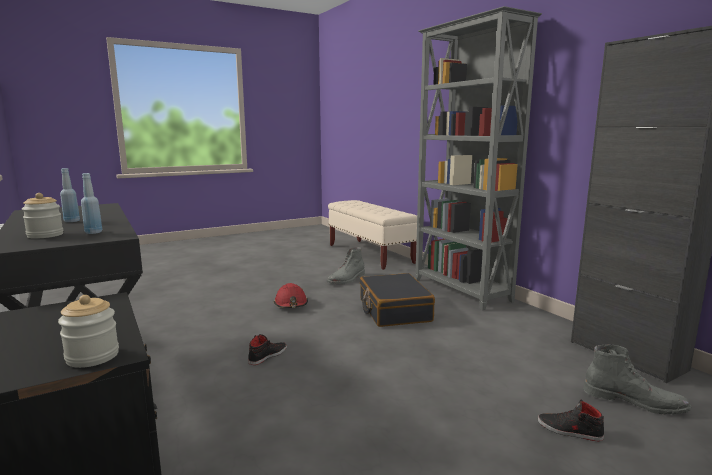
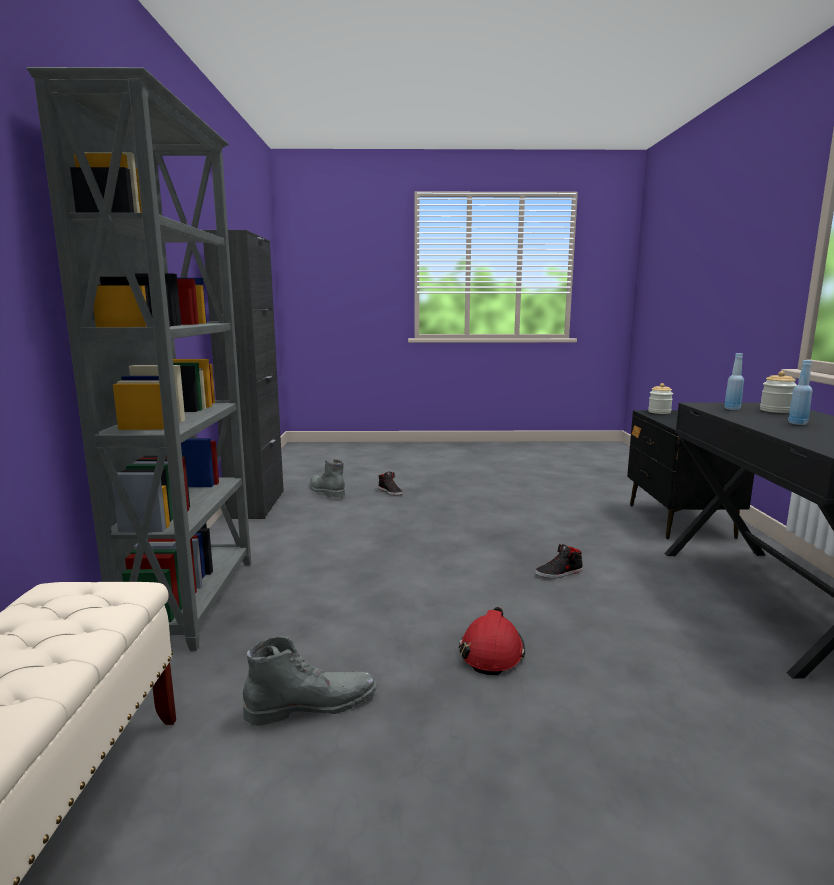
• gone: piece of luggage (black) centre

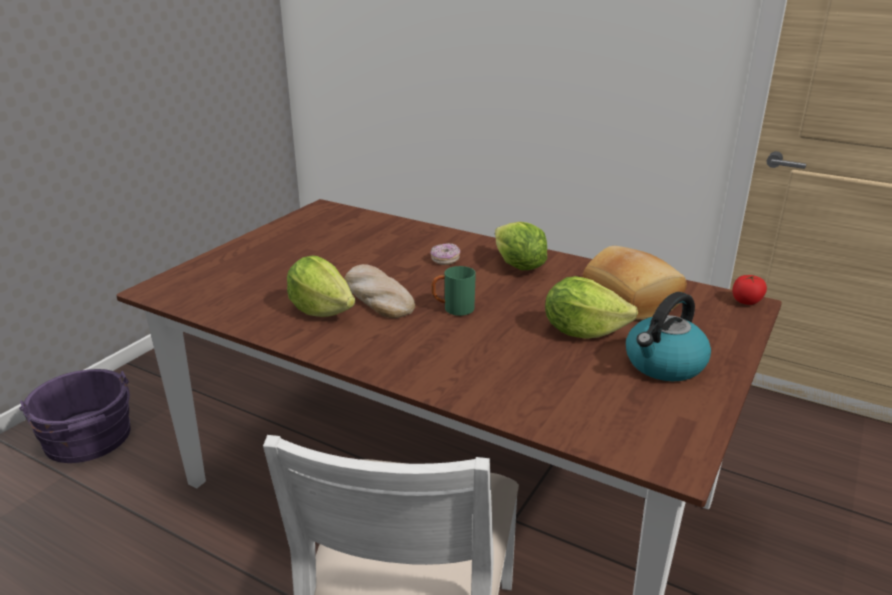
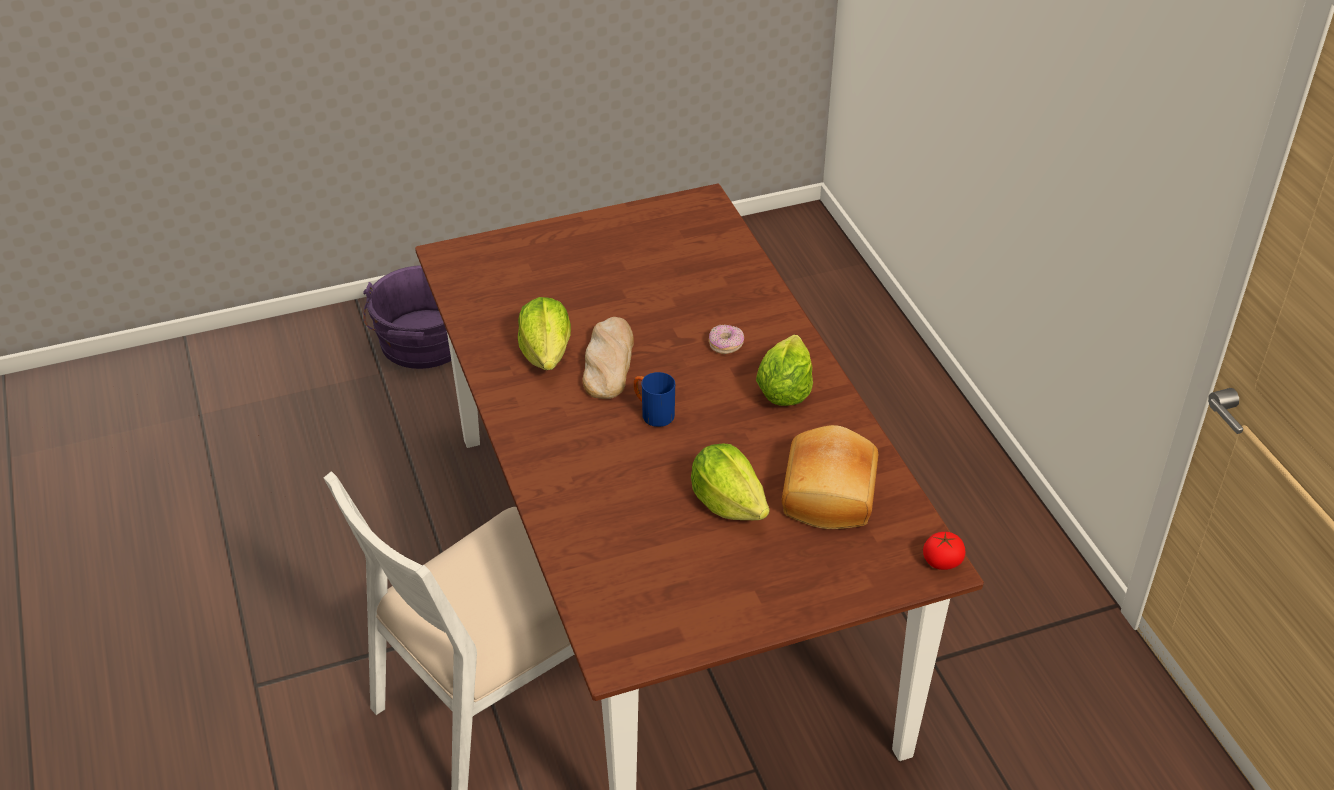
• repainted: coffee mug (green-coloured) centre to coffee mug (blue) centre
• gone: tea kettle middle right

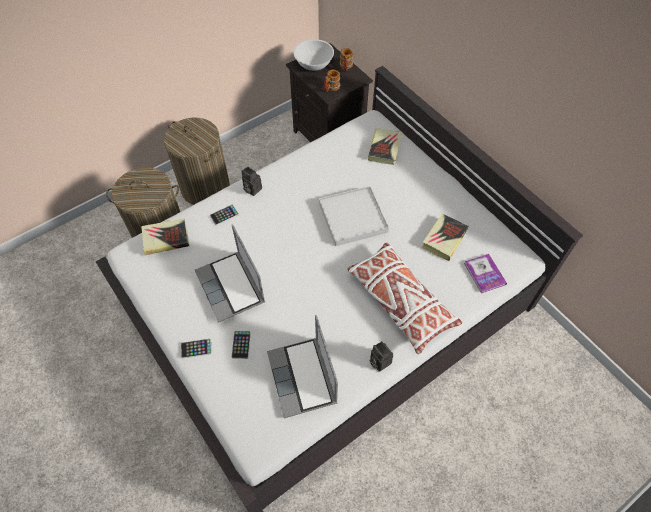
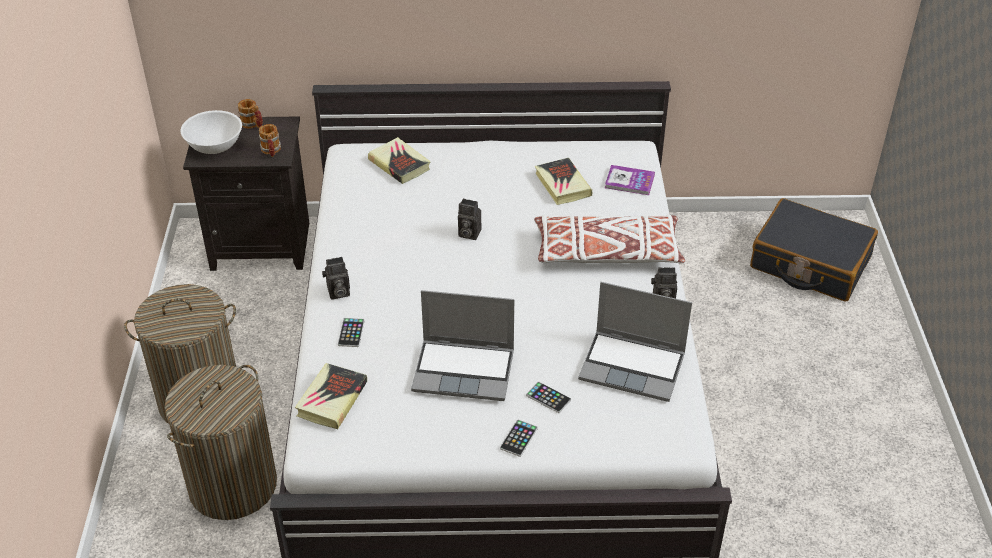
• swapped: carrying tray (white) centre to still camera (no. 2 from left) centre
• new: piece of luggage (black) middle right

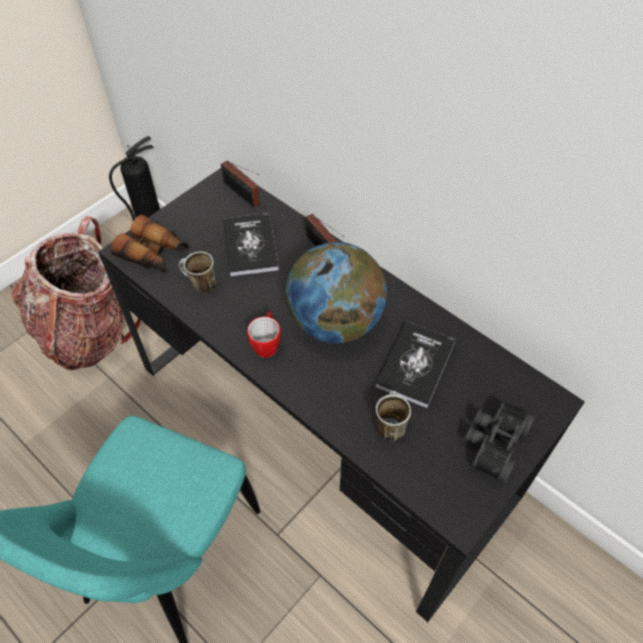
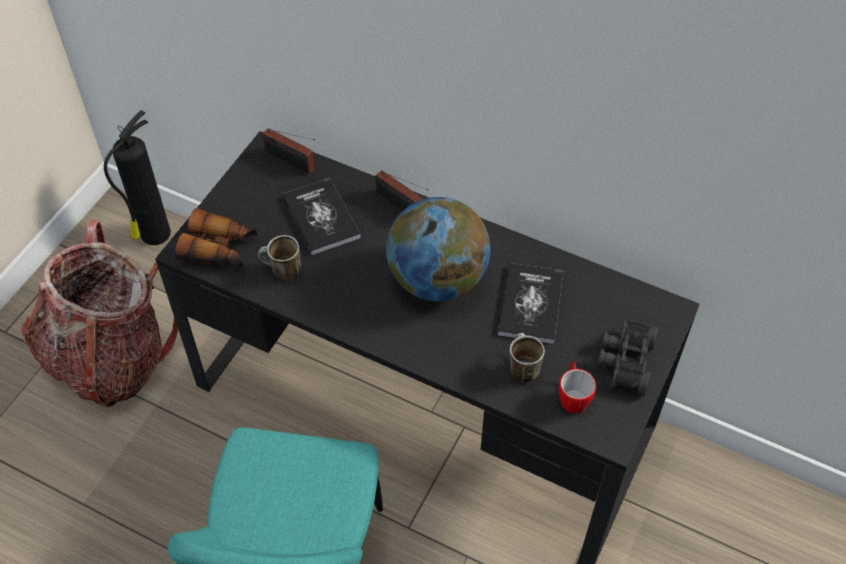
• shifted: coffee mug (no. 2 from left in the first image) centre to coffee mug (no. 3 from left) bottom right

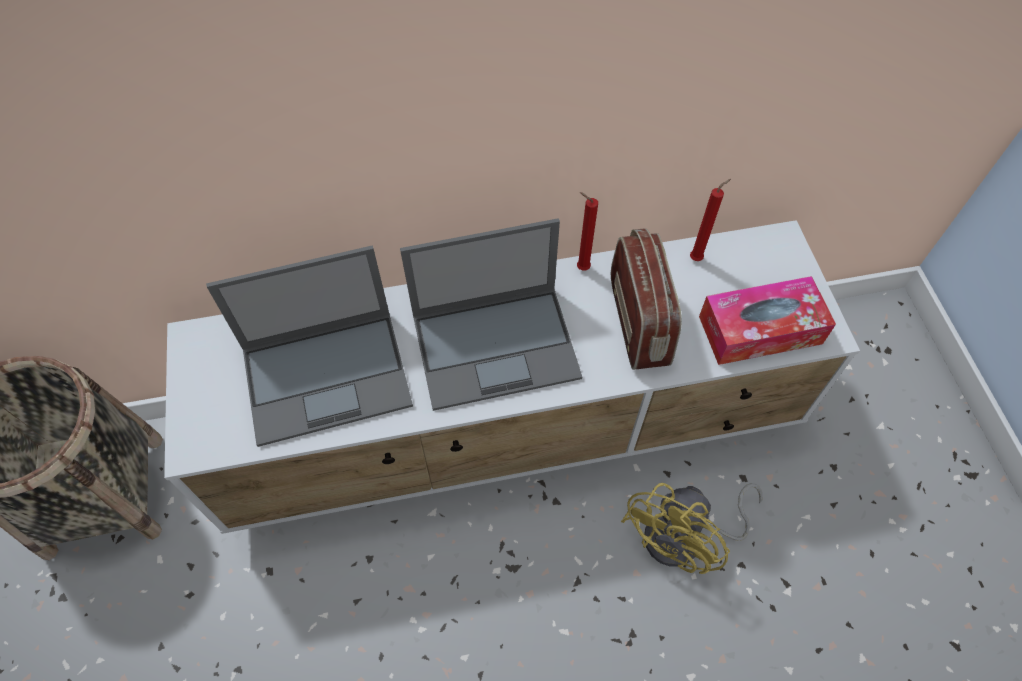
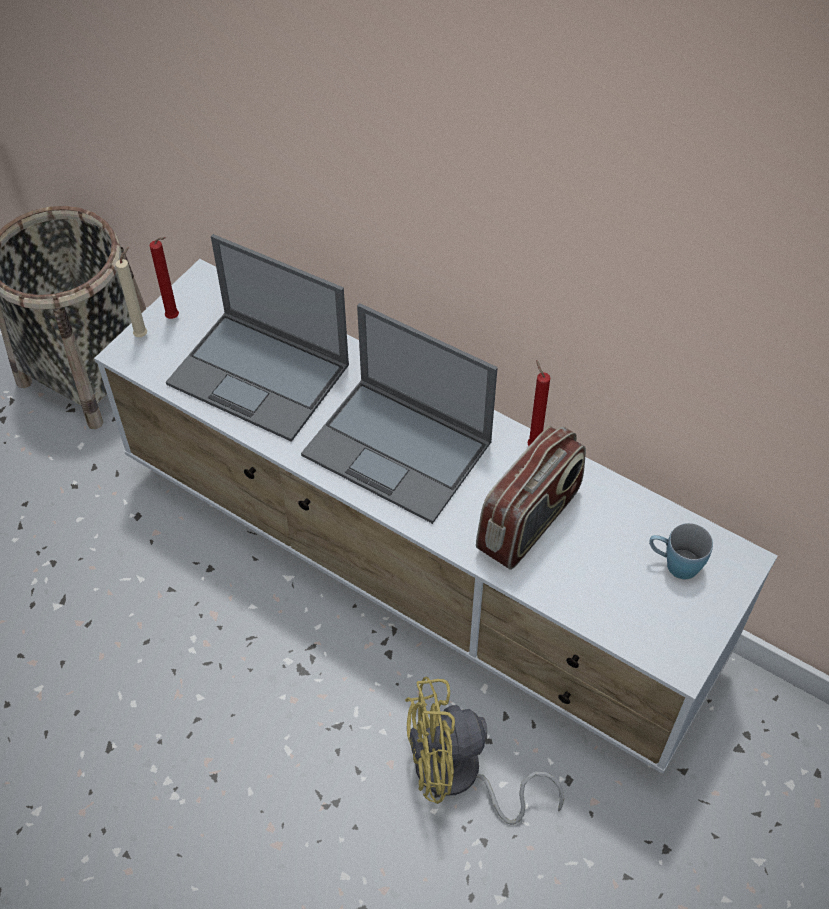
• shifted: wax light (reddish) (no. 2 from left in the first image) top right to wax light (reddish) (no. 1 from left) top left
• gone: tissue holder middle right
• new: wax light (beige-coloured) top left
• new: coffee mug (blue) middle right

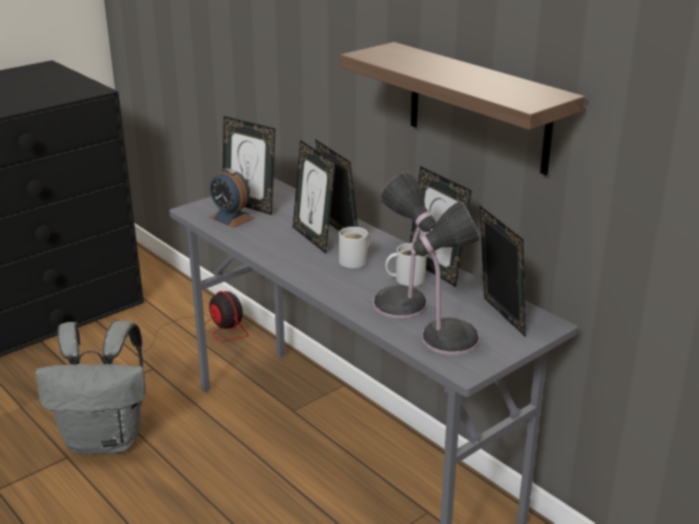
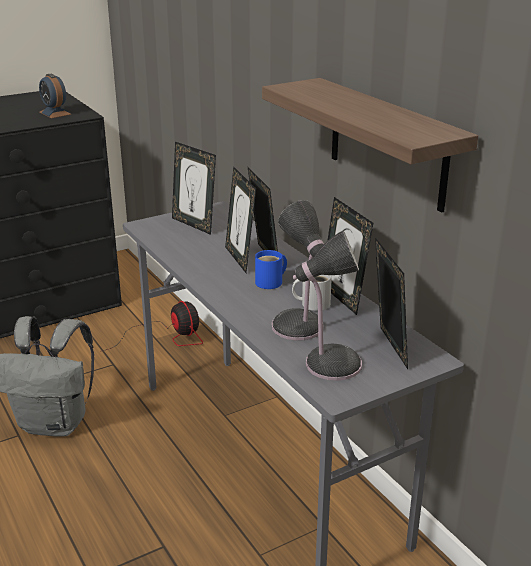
• shifted: bedside clock middle left to top left
• repainted: coffee mug (white) (no. 1 from left) centre to coffee mug (blue) centre

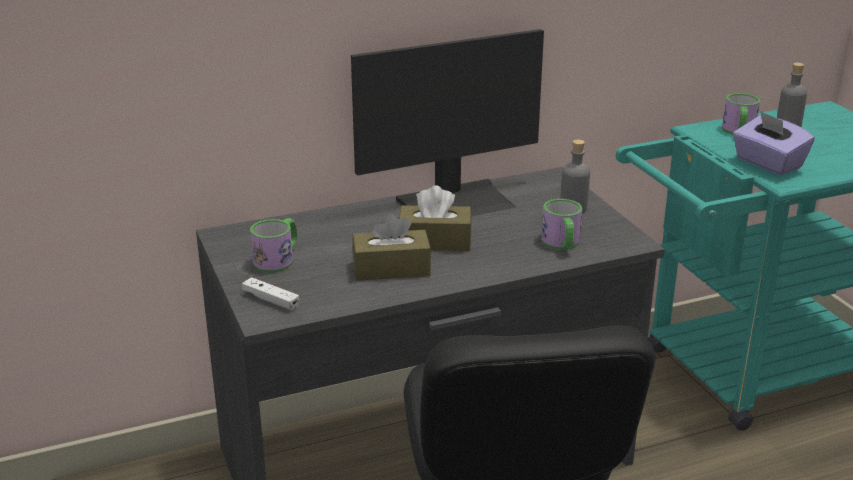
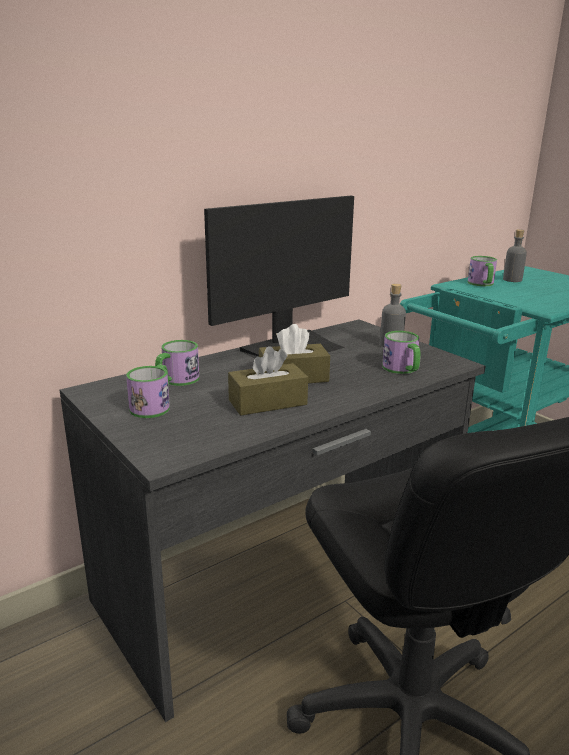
• gone: game controller (white) middle left
• gone: tissue holder (purple) top right
• new: coffee mug (no. 2 from left) middle left

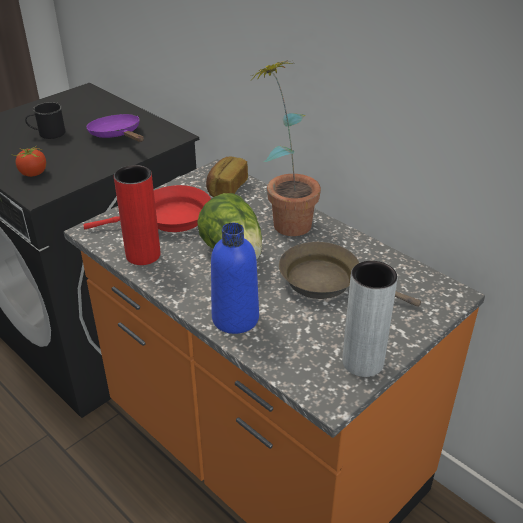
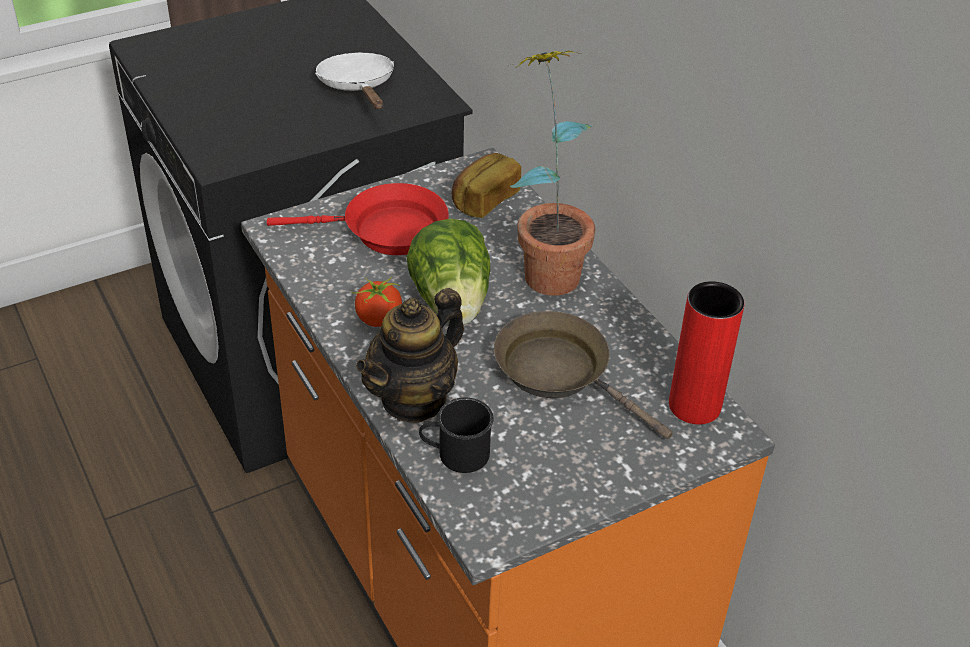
• shifted: whole tomato top left to centre
• shifted: coffee mug (black) top left to bottom centre
• repainted: skillet (purple) top left to skillet (white) top centre
• shifted: decorative vase (reddish) middle left to middle right
• swapped: drink bottle (blue) centre to tea pot centre
• gone: decorative vase (grey) middle right

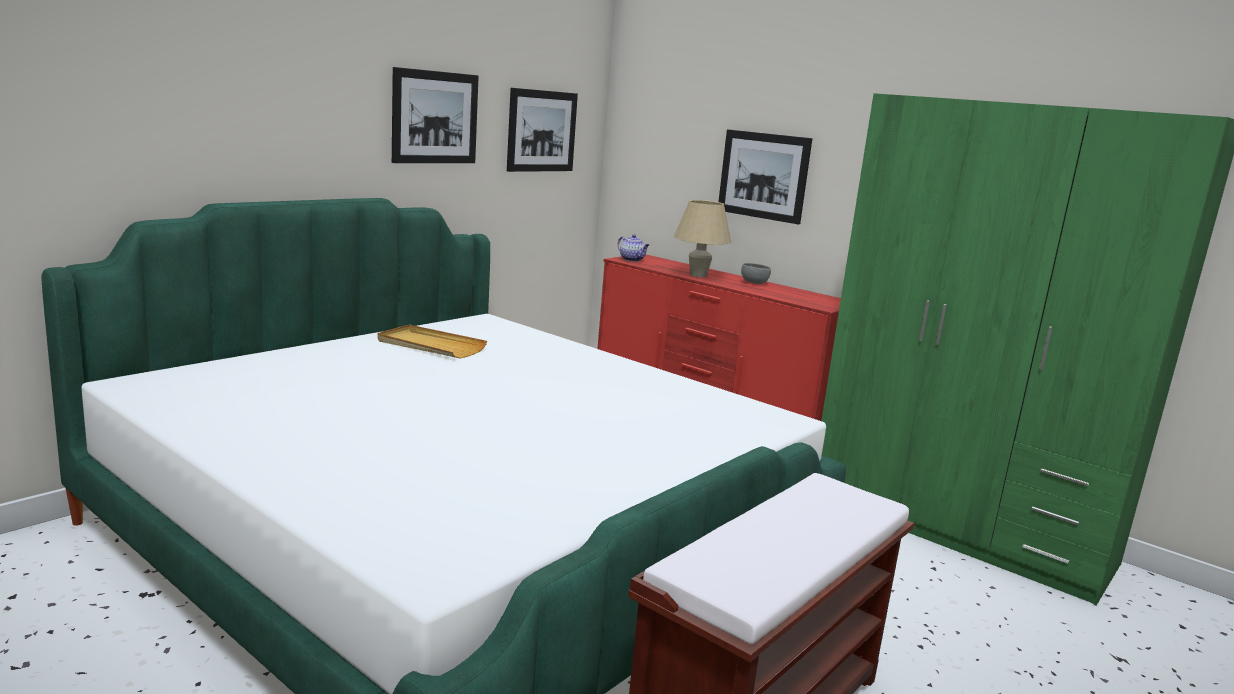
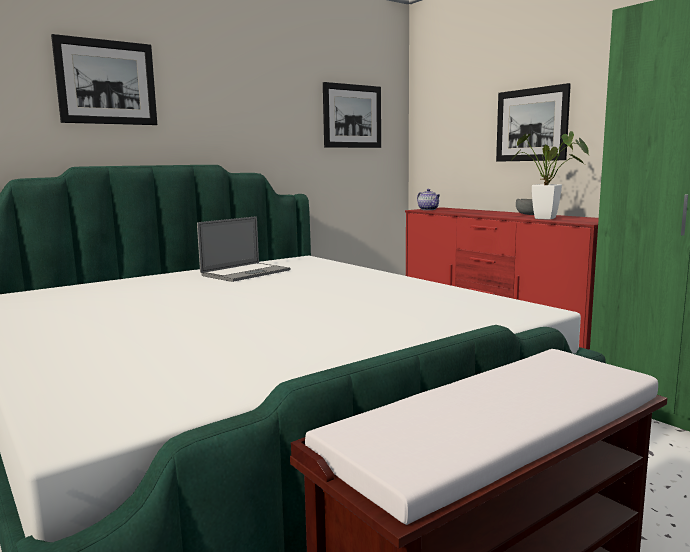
• swapped: carrying tray (beige-coloured) centre to notebook computer centre
• shifted: picture (no. 1 from left) top centre to top left
• gone: tabletop lamp (beige-coloured) centre
• new: potted plant top right

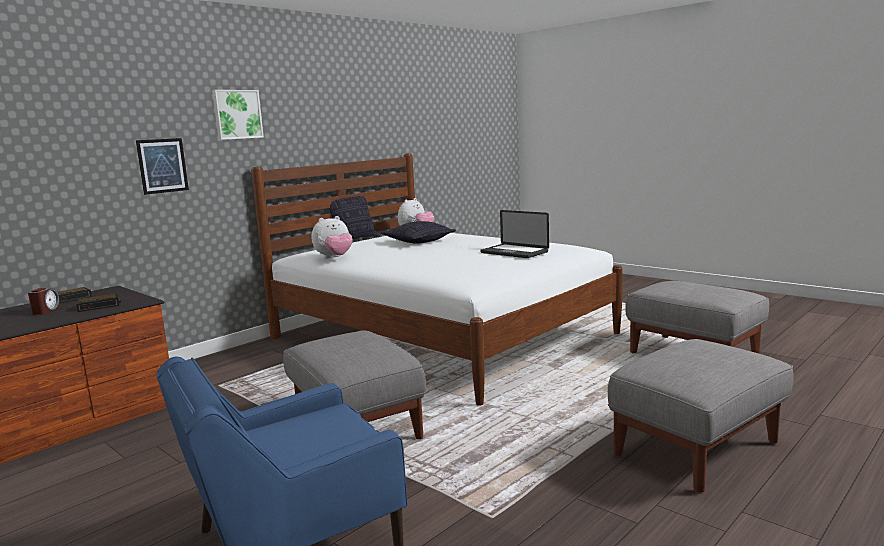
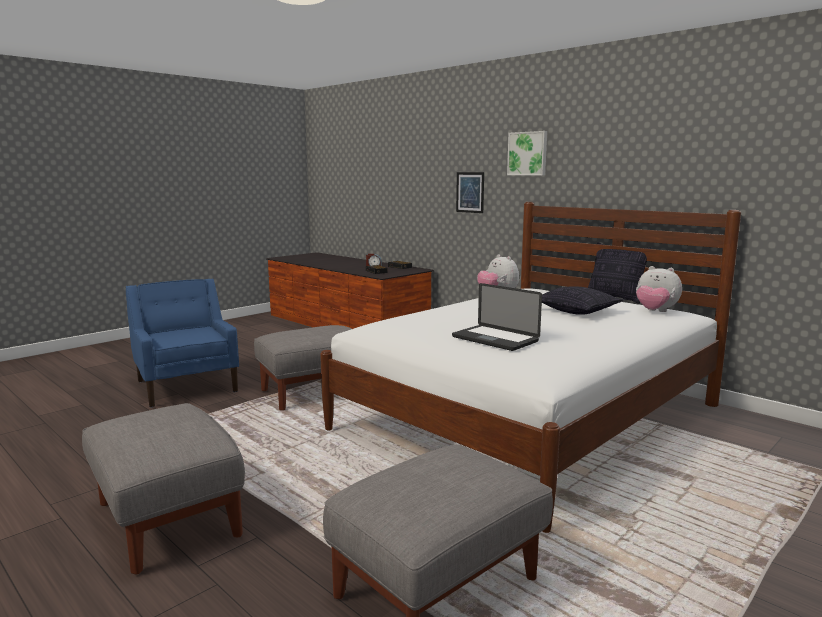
• rotated: notebook computer centre = centre 90 degrees counterclockwise

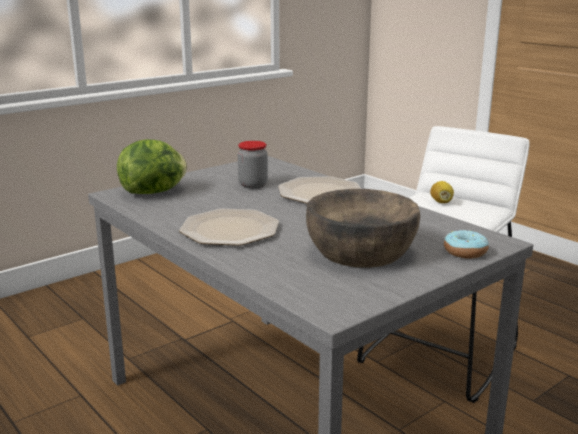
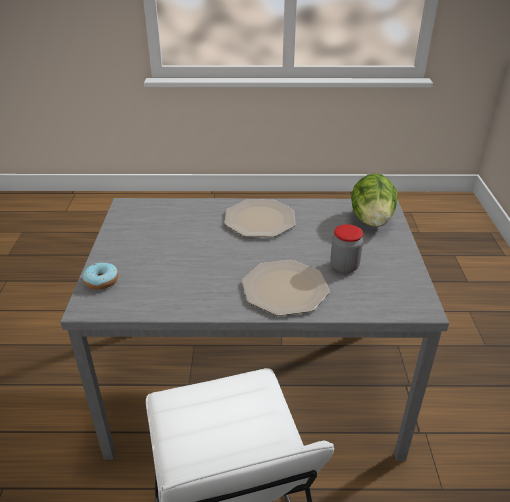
• gone: bowl (brownish) centre
• gone: citrus fruit middle right

